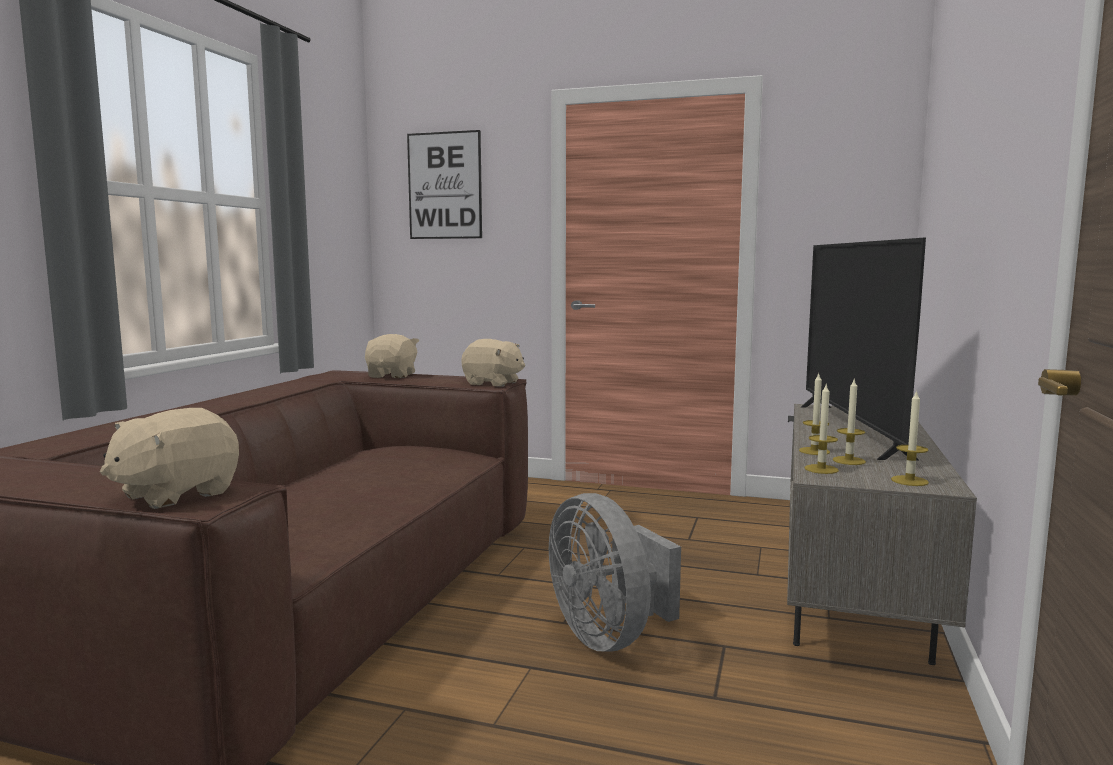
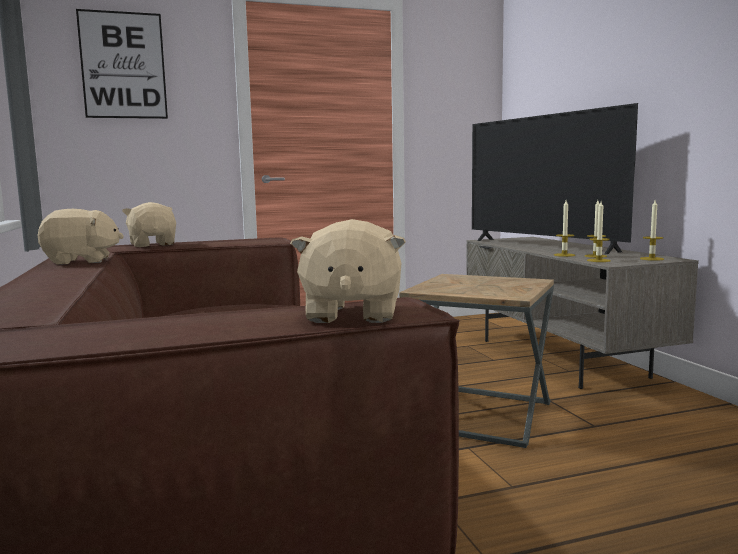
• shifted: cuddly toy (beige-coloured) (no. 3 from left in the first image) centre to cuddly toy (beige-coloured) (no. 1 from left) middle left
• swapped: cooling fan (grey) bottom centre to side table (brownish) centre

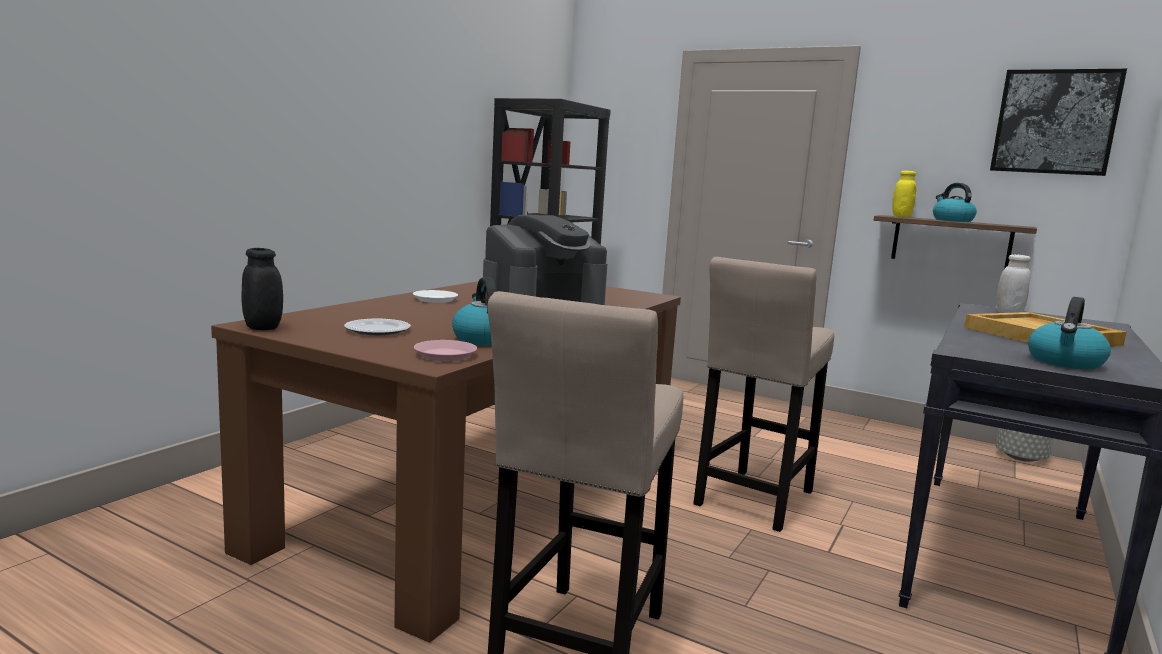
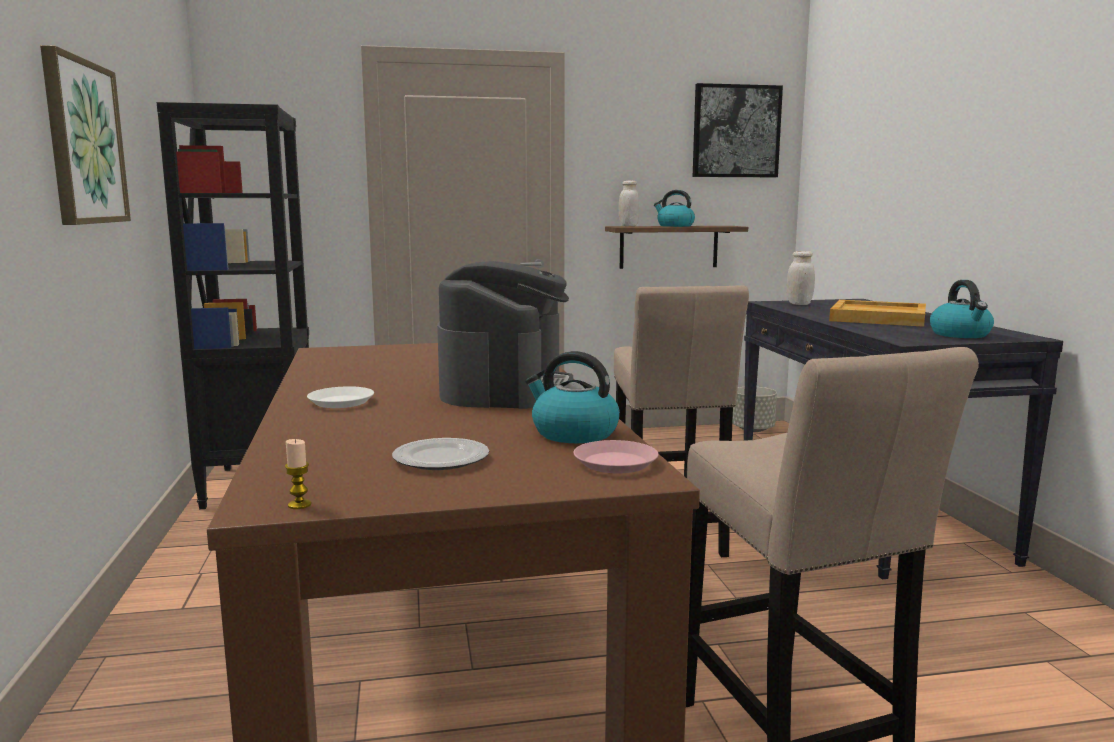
• swapped: preserve jar (black) middle left to wax light middle left
• repainted: preserve jar (yellowish) top right to preserve jar (white) (no. 1 from left) top centre
• new: picture (no. 1 from left) top left

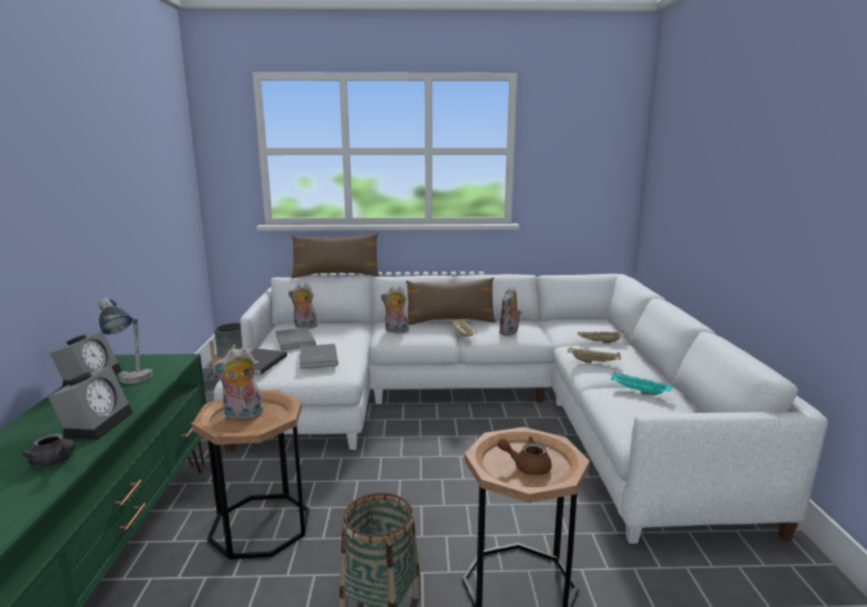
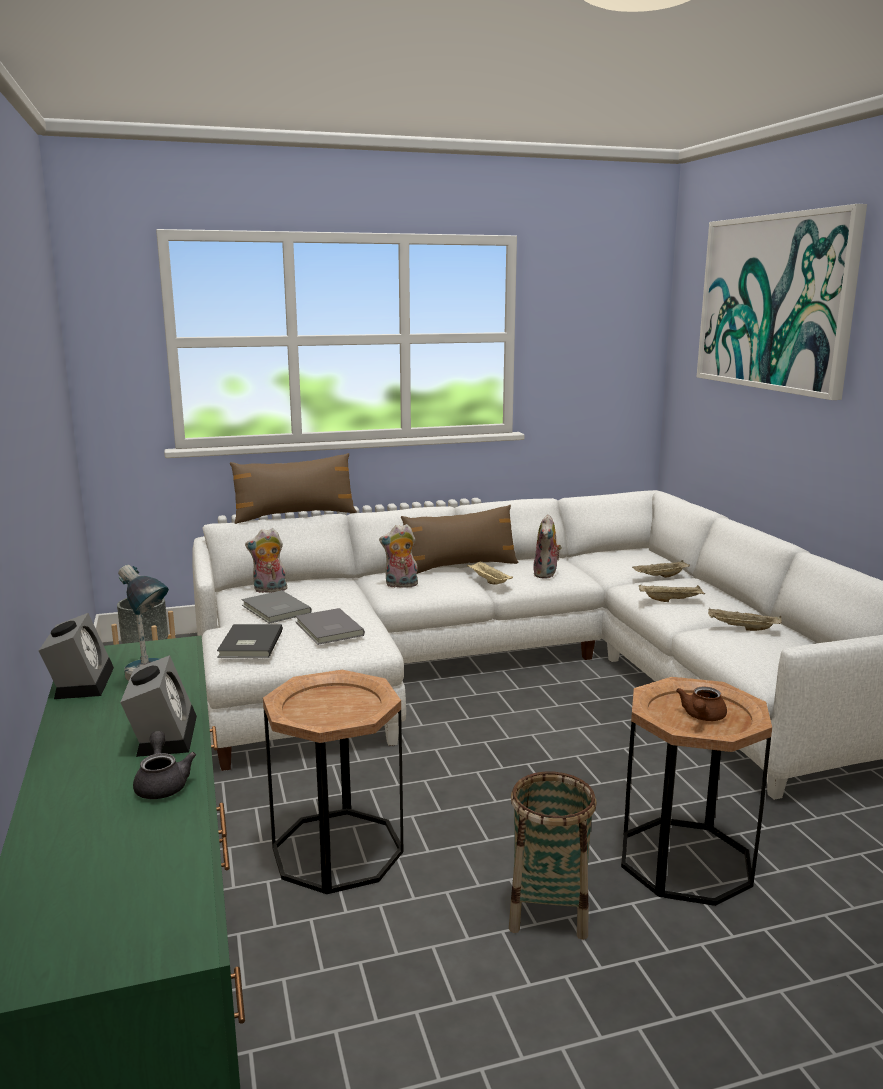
• rotated: tea pot (grey) bottom left = bottom left 120 degrees counterclockwise
• gone: cuddly toy (no. 1 from left) middle left
• rotated: tea pot (brownish) bottom centre = middle right 60 degrees counterclockwise
• repainted: carrying tray (turquoise) middle right to carrying tray (beige-coloured) (no. 4 from left) middle right
• new: picture top right

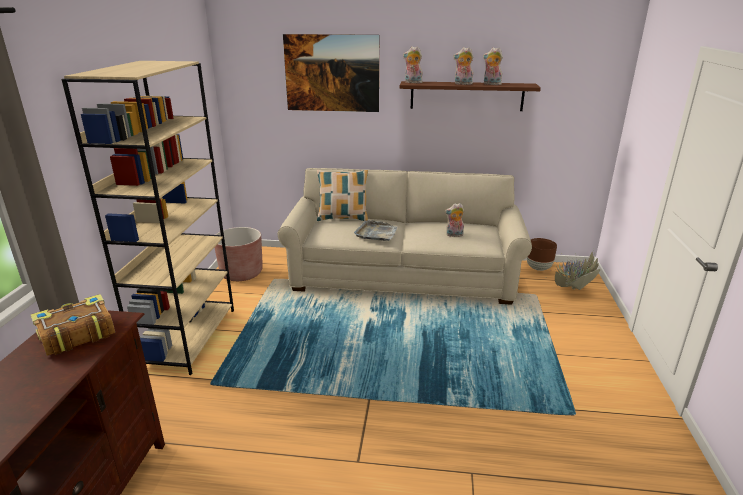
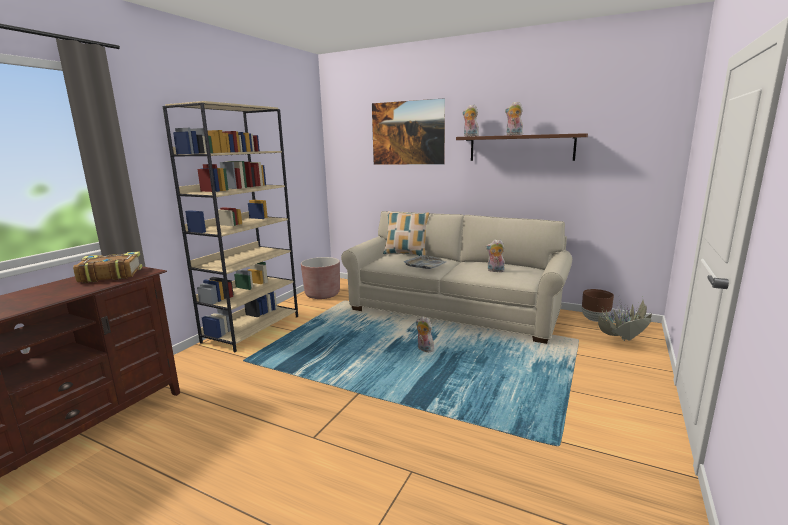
• shifted: cuddly toy (no. 4 from left in the first image) top centre to cuddly toy (no. 1 from left) centre

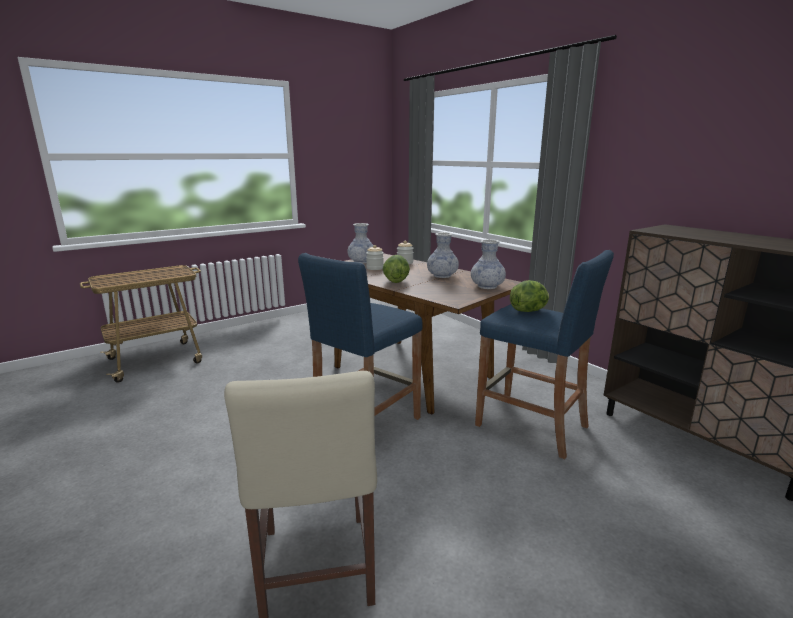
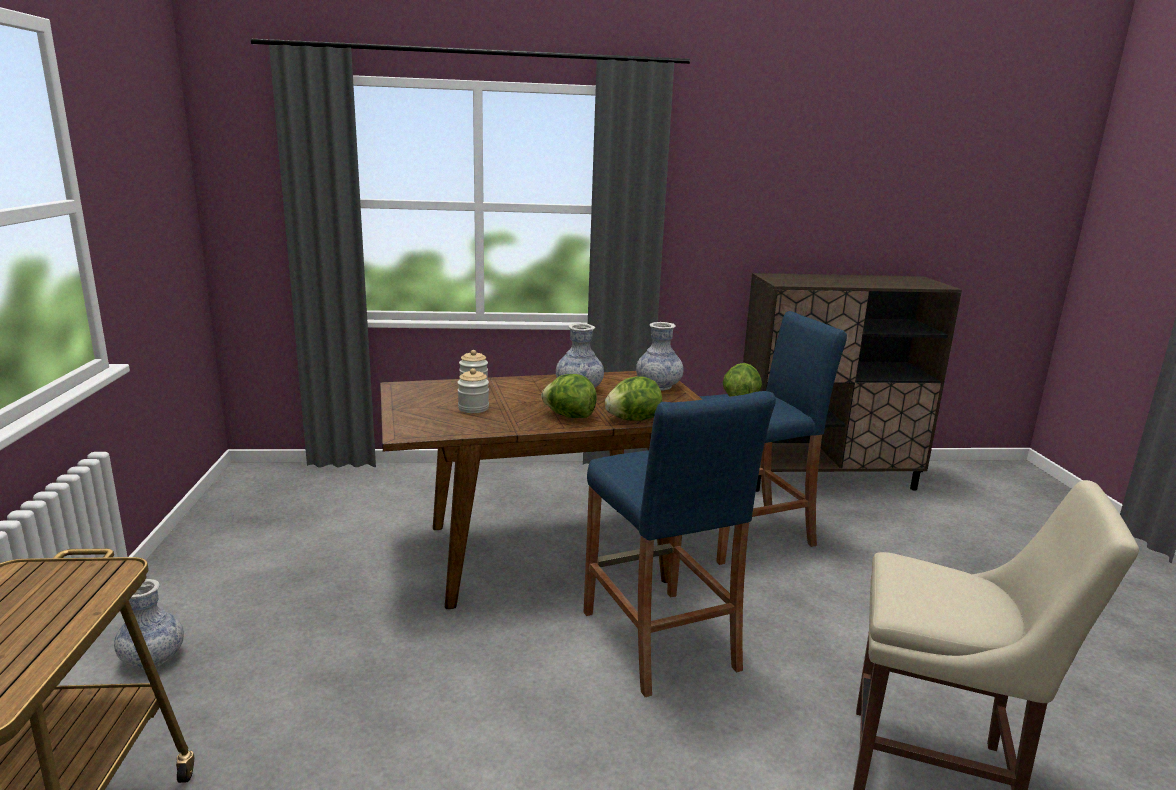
• shifted: decorative vase (no. 1 from left) centre to bottom left
• new: lettuce head (no. 2 from left) centre

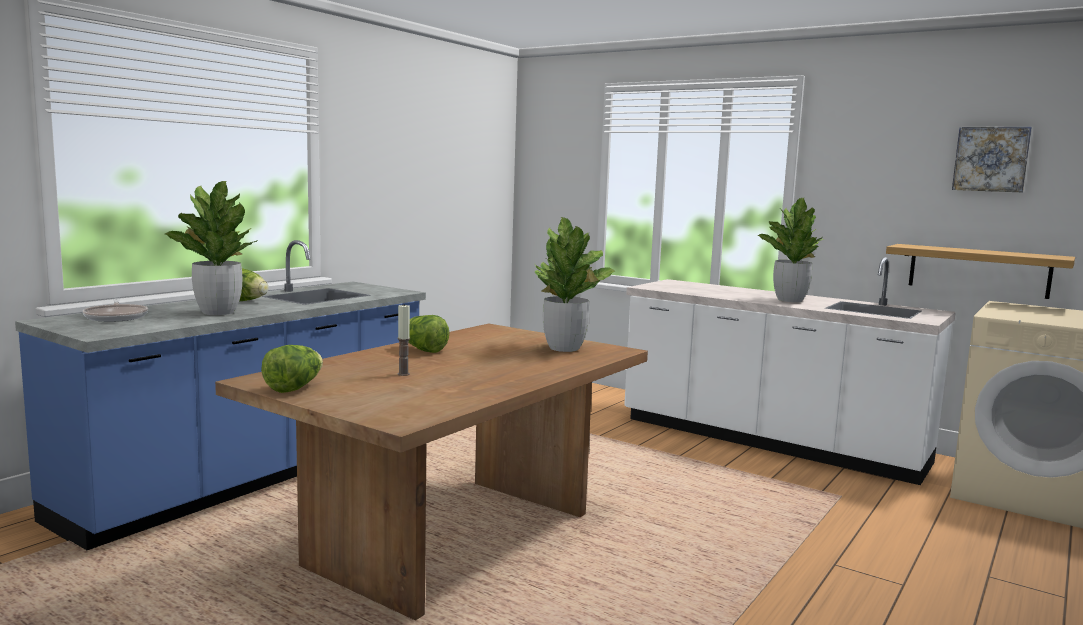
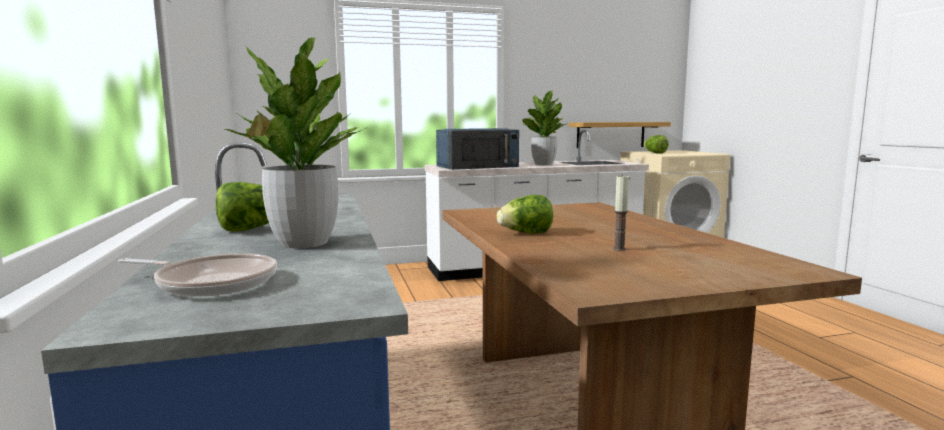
• shifted: lettuce head (no. 2 from left in the first image) middle left to lettuce head (no. 3 from left) middle right
• gone: potted plant (no. 2 from left) centre
• gone: picture top right
• new: kitchen microwave (blue) centre

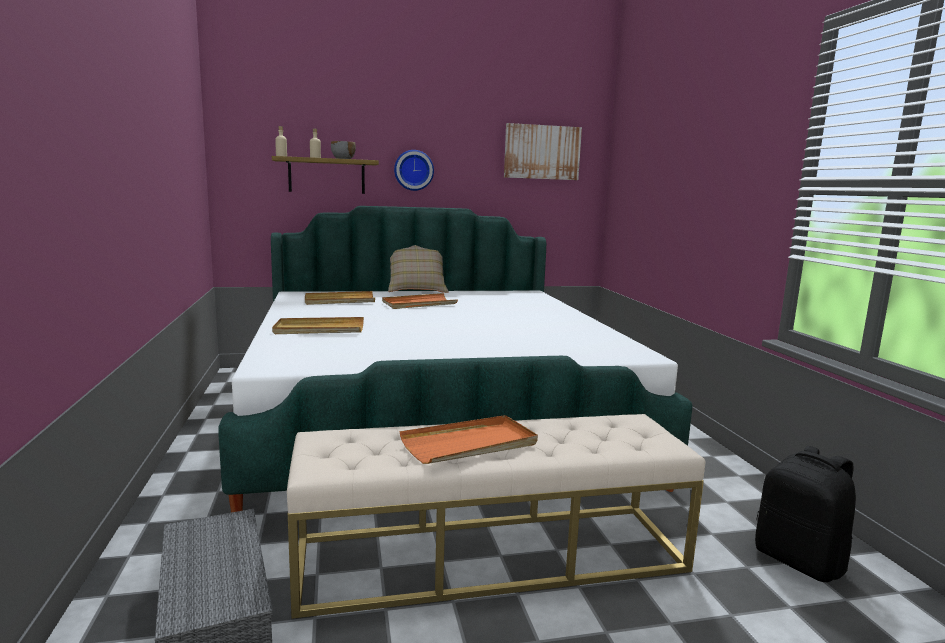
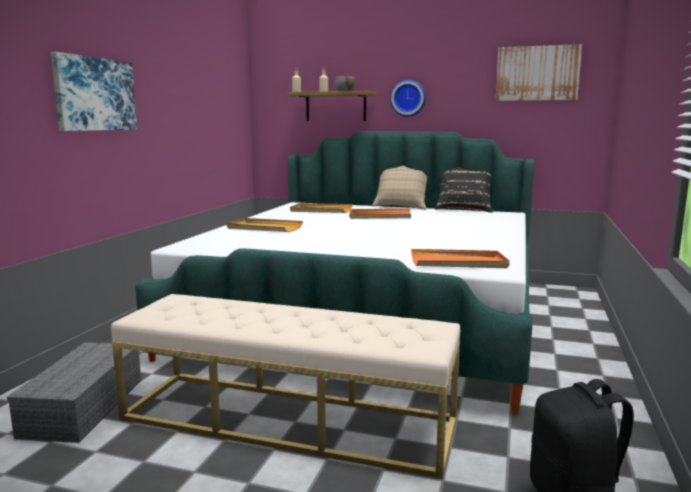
• shifted: carrying tray (orange-coloured) (no. 2 from left) bottom centre to centre
• new: picture (no. 1 from left) top left
• new: throw pillow (black) middle right

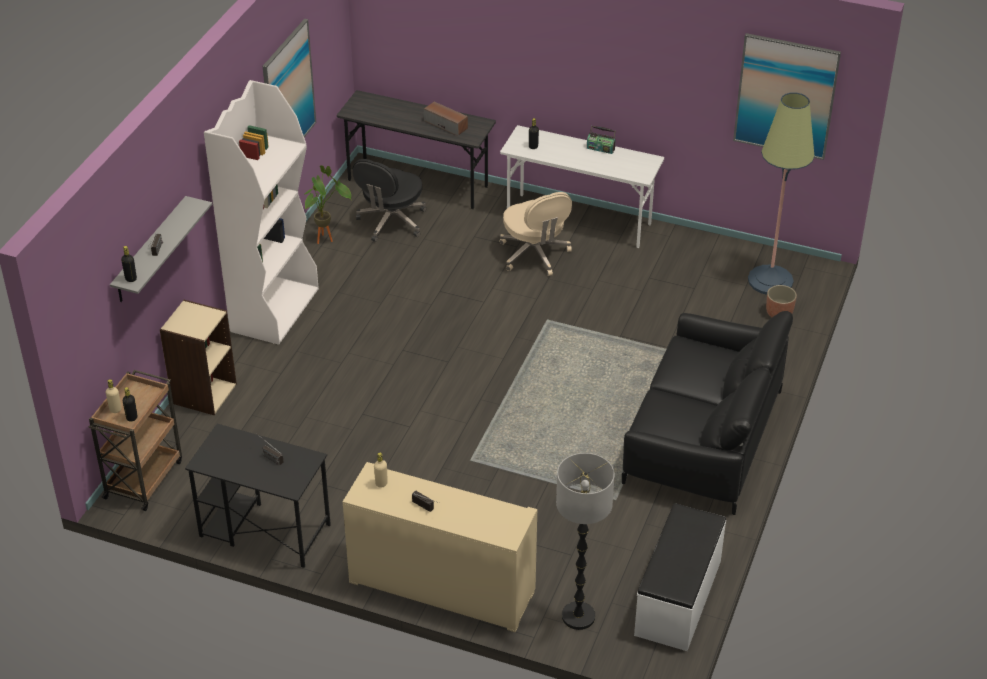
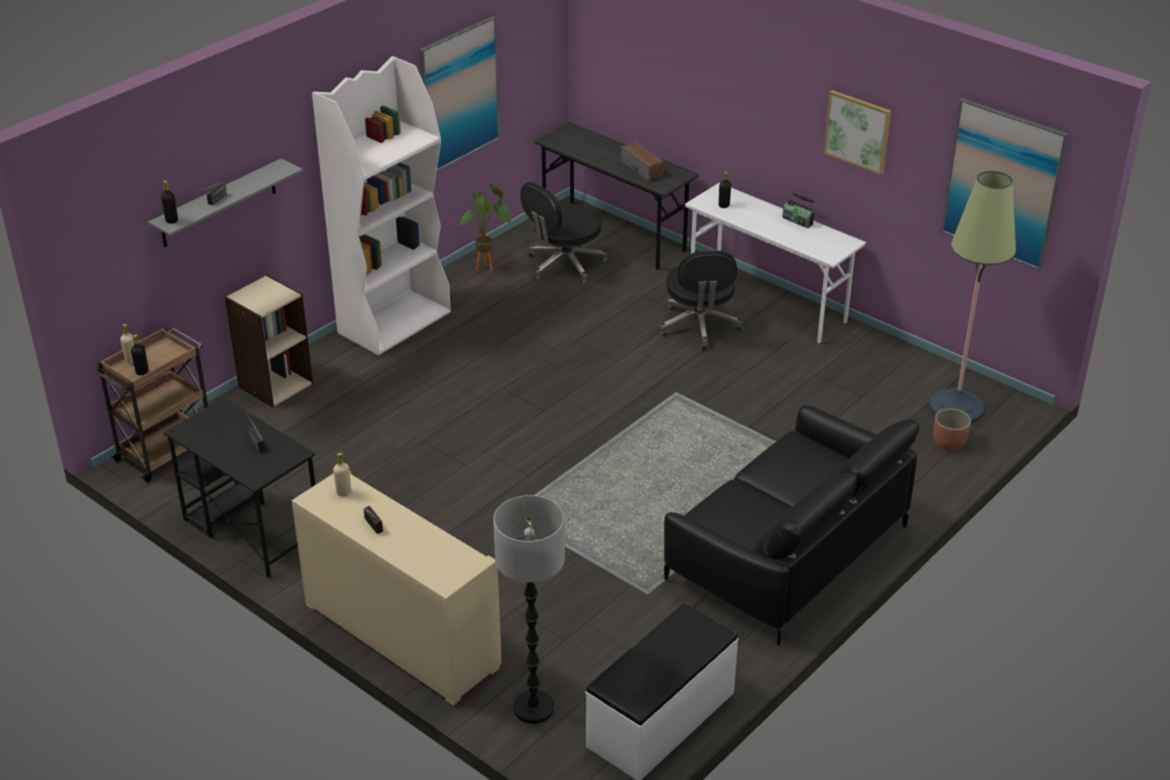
• repainted: computer chair (beige-coloured) centre to computer chair (black) (no. 2 from left) centre
• new: picture (no. 2 from left) top right

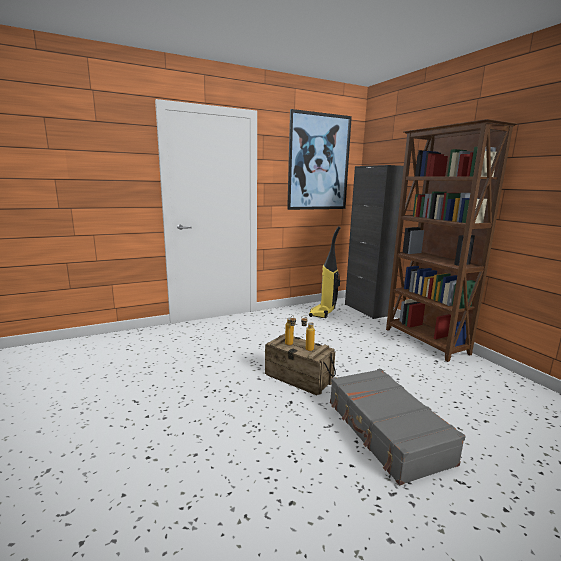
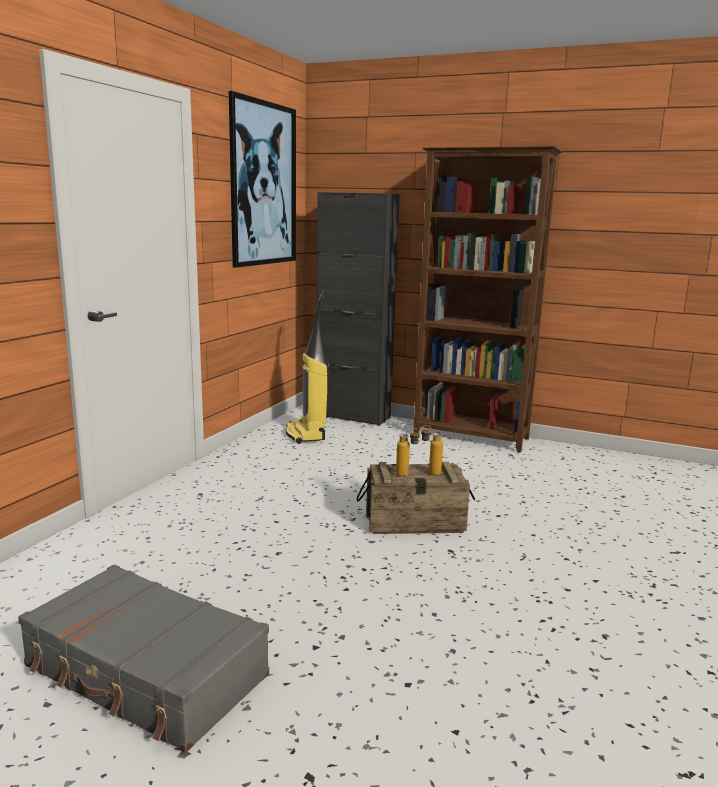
• shifted: piece of luggage (grey) bottom right to bottom left

